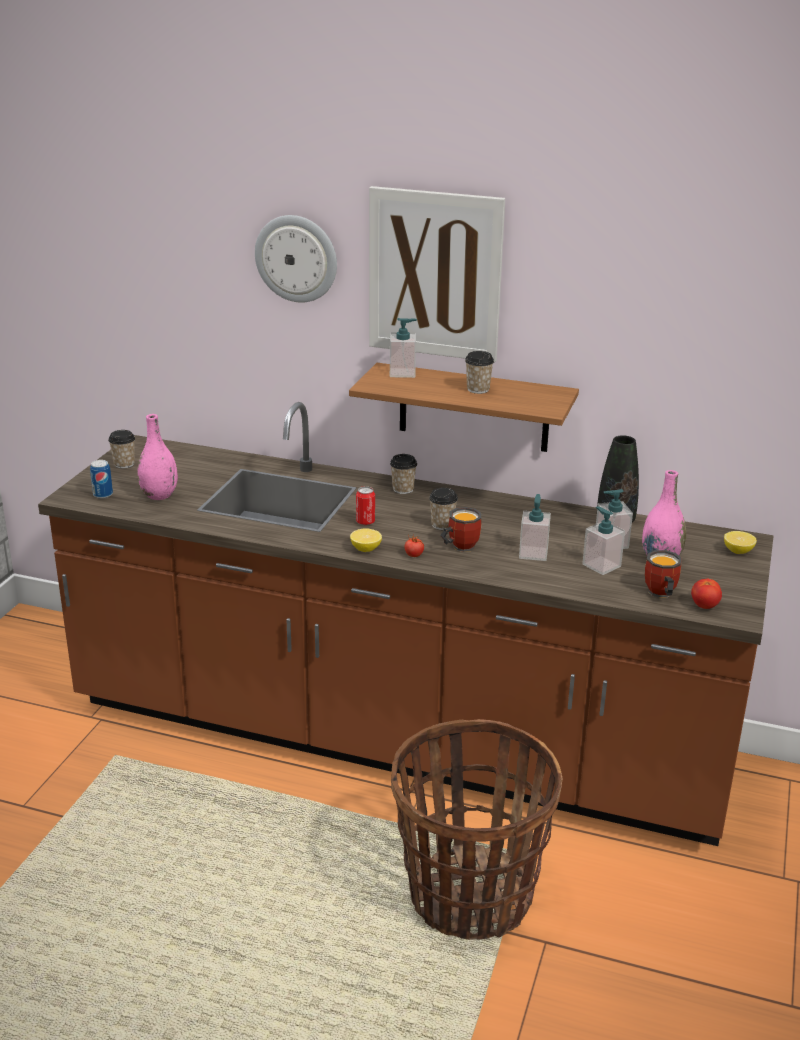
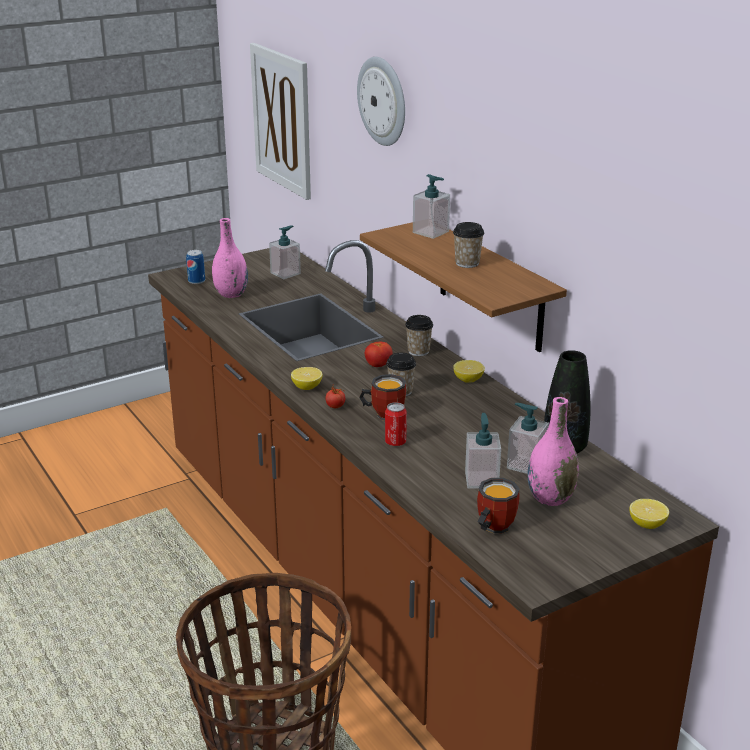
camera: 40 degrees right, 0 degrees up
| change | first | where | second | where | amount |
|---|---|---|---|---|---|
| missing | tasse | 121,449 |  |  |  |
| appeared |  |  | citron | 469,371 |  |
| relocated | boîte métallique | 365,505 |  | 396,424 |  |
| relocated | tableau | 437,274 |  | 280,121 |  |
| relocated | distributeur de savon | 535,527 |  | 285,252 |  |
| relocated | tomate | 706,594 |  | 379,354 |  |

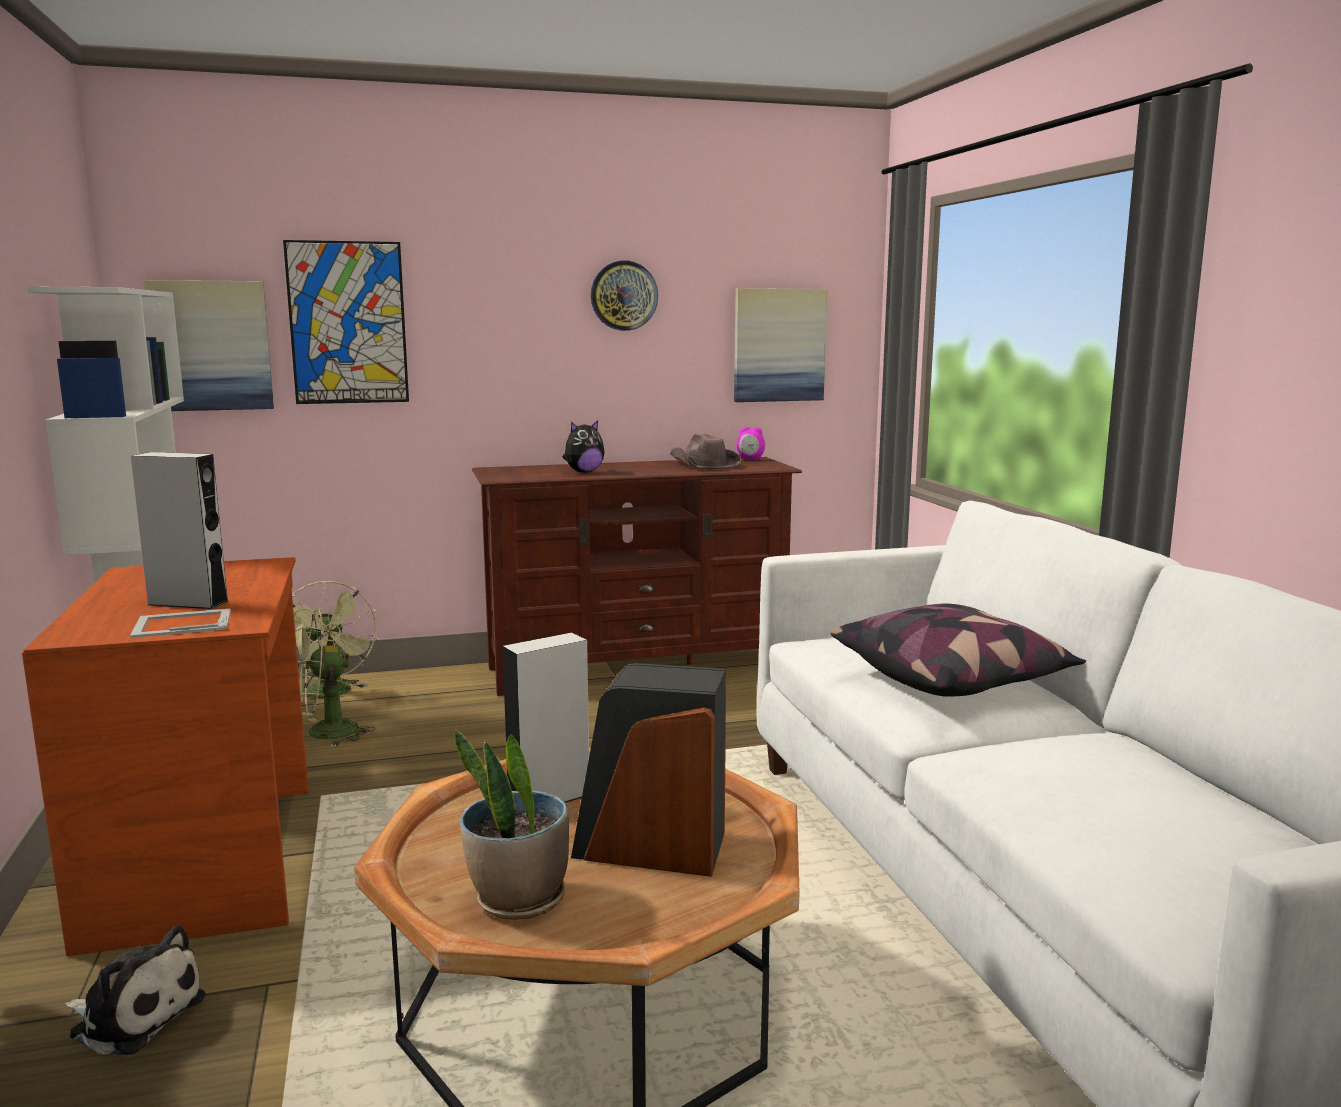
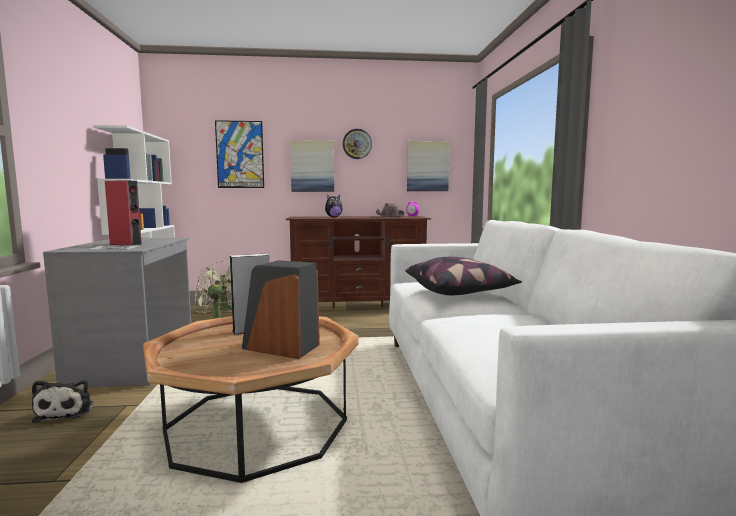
camera: 10 degrees right, 5 degrees down
| change | first | where | second | where | amount |
|---|---|---|---|---|---|
| missing | plante en pot | 511,825 |  |  |  |
| relocated | tableau | 209,345 |  | 312,166 |  |
| colour | bureau [marron] | 165,756 | bureau [gris] | 117,312 |  |
| colour | enceinte [gris] | 180,530 | enceinte [rouge] | 123,213 |  |
| spun | peluche | 135,990 |  | 62,401 | 45 degrees clockwise |

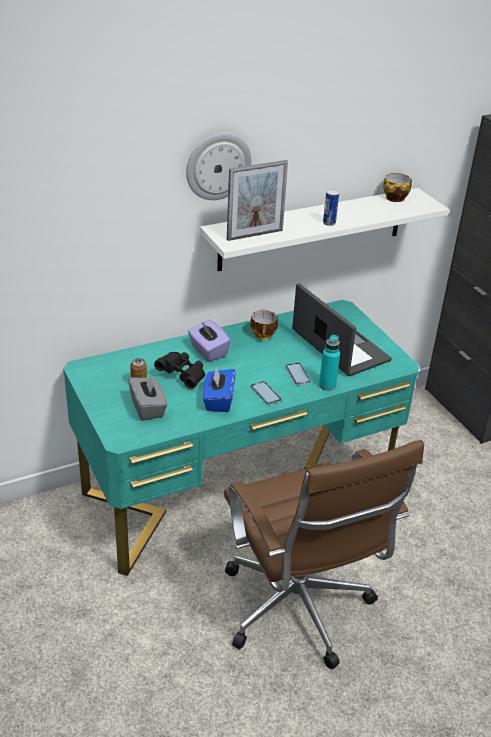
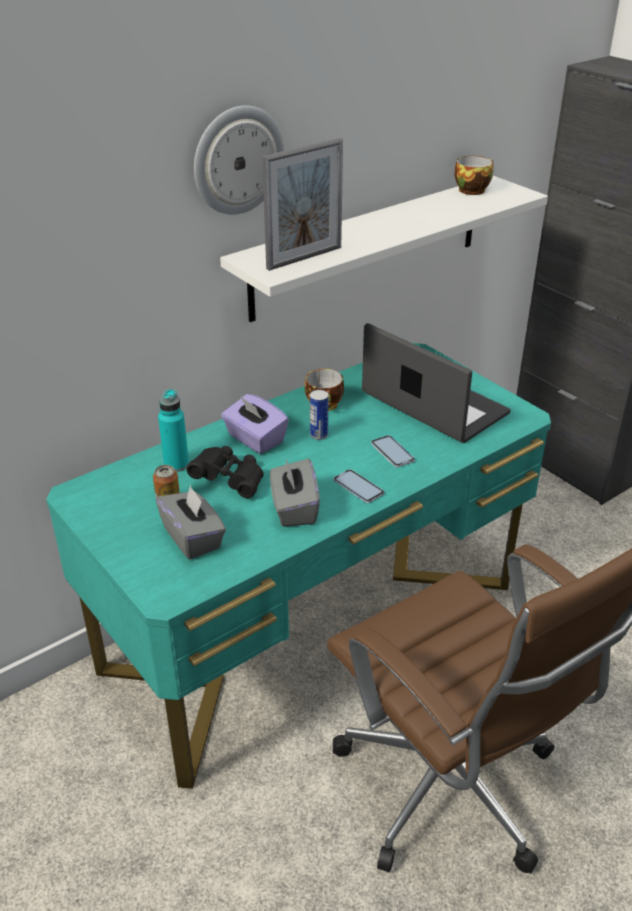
camera: 10 degrees left, 0 degrees up
| change | first | where | second | where | amount |
|---|---|---|---|---|---|
| relocated | bouteille [turquoise] | 329,363 |  | 173,430 |  |
| relocated | boîte métallique | 331,207 |  | 319,415 |  |
| colour | boîte à mouchoirs [bleu] | 219,389 | boîte à mouchoirs [gris] | 295,493 |  |

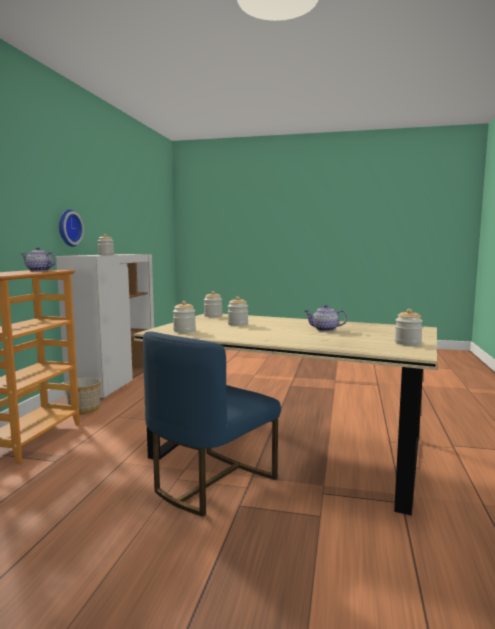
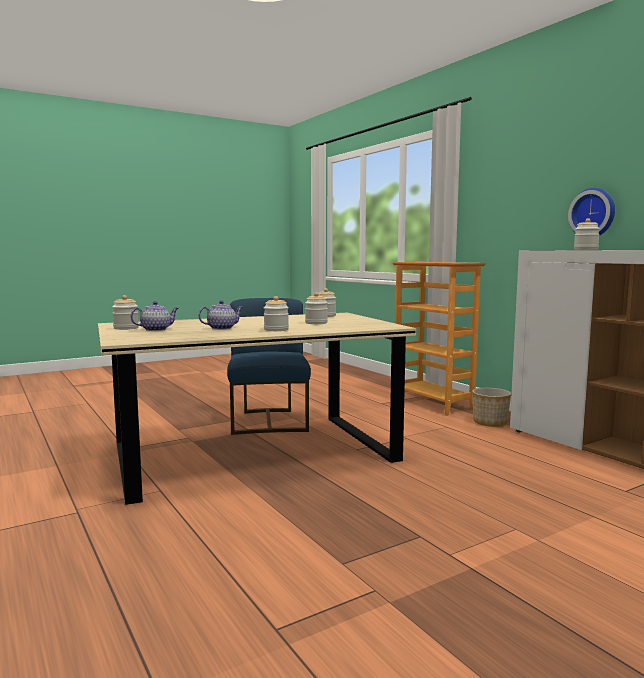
camera: 135 degrees right, 0 degrees up
| change | first | where | second | where | amount |
|---|---|---|---|---|---|
| relocated | théière | 38,259 |  | 154,316 |  |
| relocated | bocal | 213,304 |  | 276,313 |  |

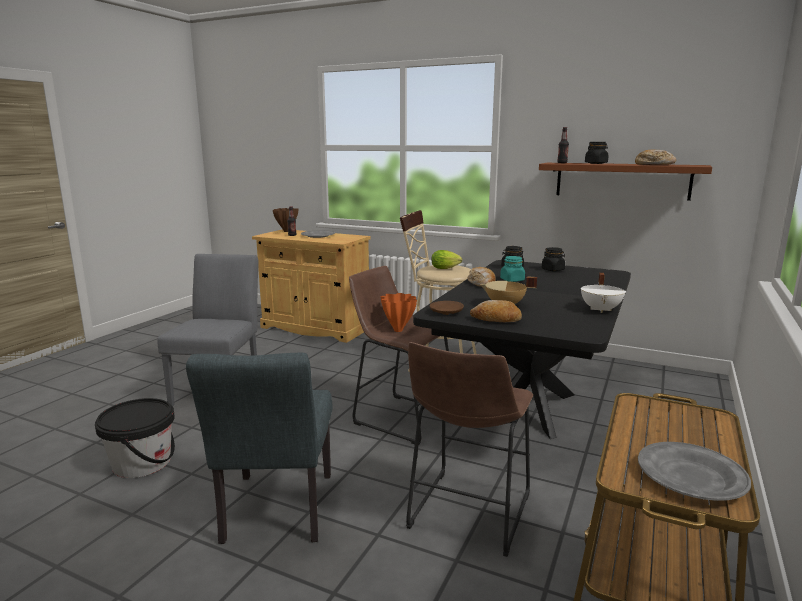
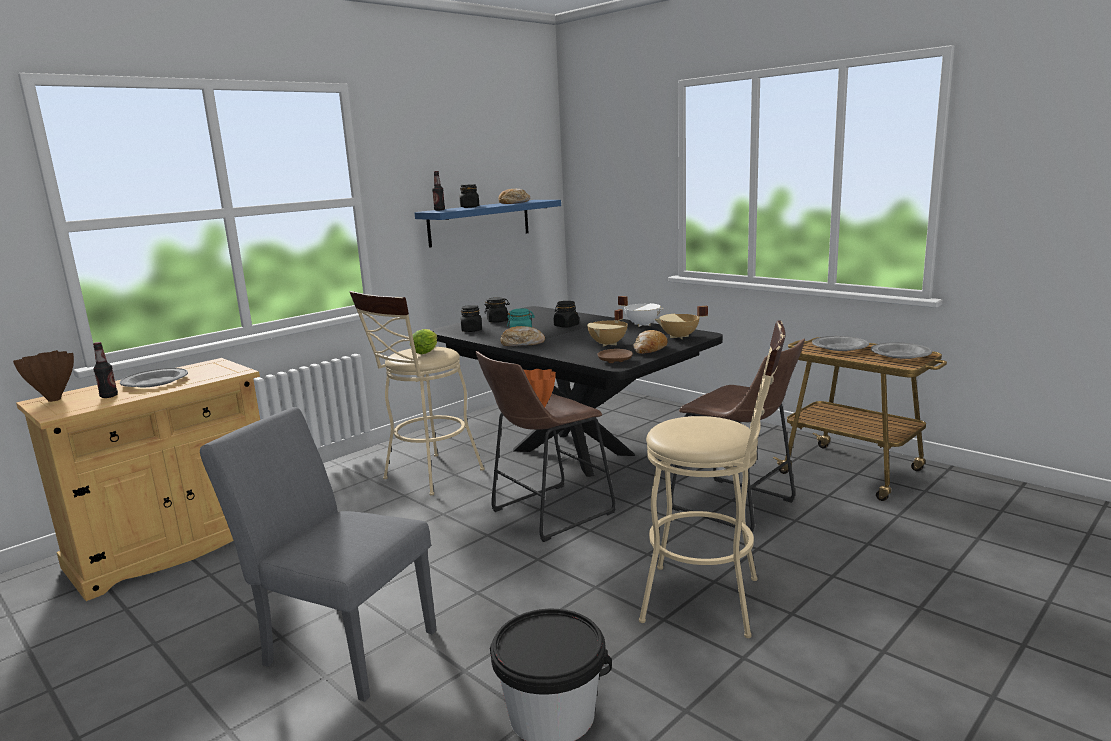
camera: 70 degrees left, 0 degrees up
| change | first | where | second | where | amount |
|---|---|---|---|---|---|
| appeared |  |  | bocal [noir] | 566,314 |  |
| appeared |  |  | marmite [beige] | 681,322 |  |
| appeared |  |  | assiette [gris] | 840,343 |  |
| exchanged | chaise [gris] | 259,448 | tabouret [beige] | 712,479 |  |
| colour | étagère [marron] | 625,182 | étagère [bleu] | 488,224 |  |

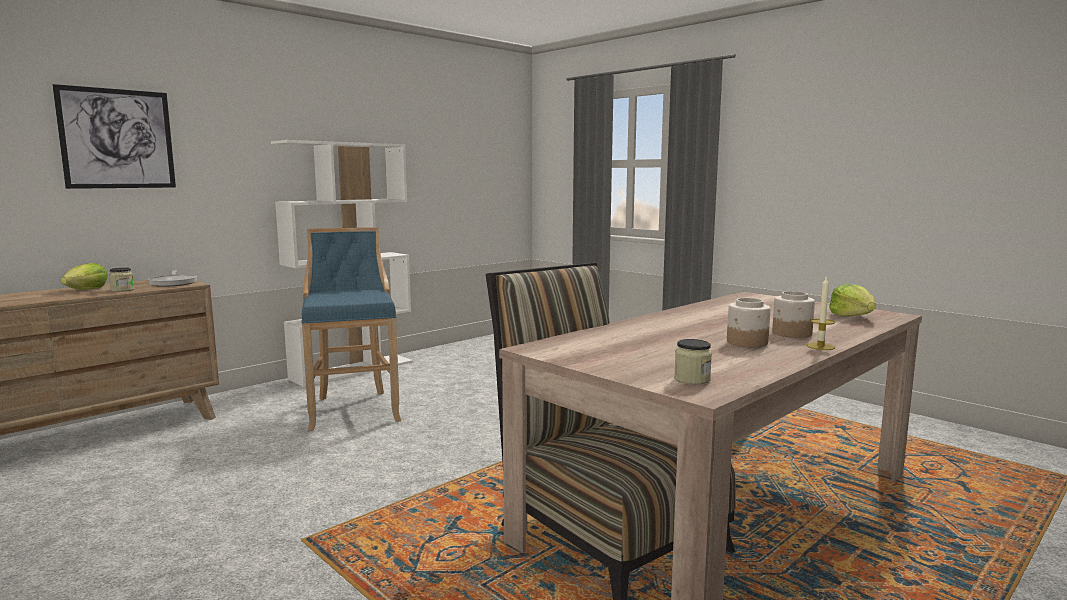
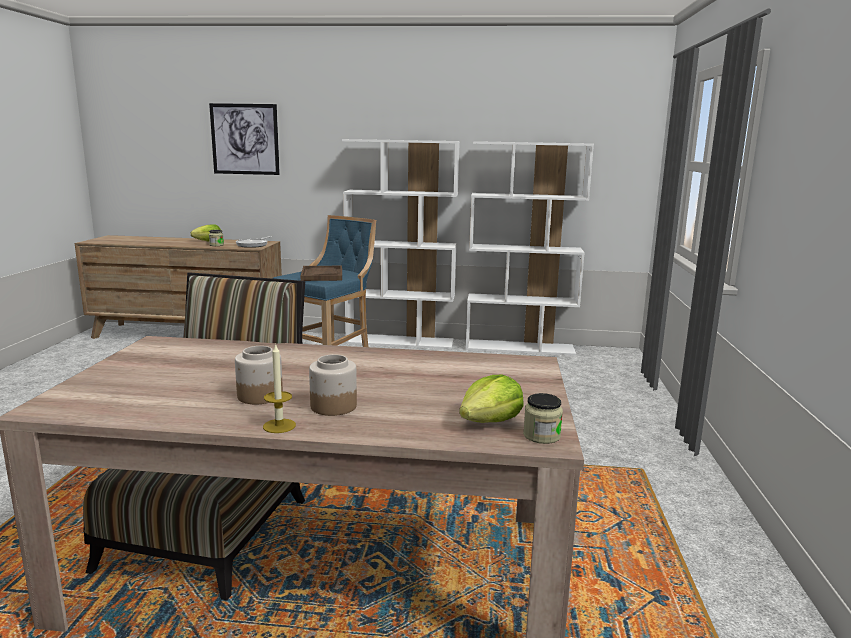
camera: 50 degrees right, 5 degrees up
| change | first | where | second | where | amount |
|---|---|---|---|---|---|
| appeared |  |  | plateau [marron] | 321,273 |  |
| appeared |  |  | bibliothèque [blanc] | 530,248 |  |
| relocated | bocal | 693,361 |  | 543,418 |  |

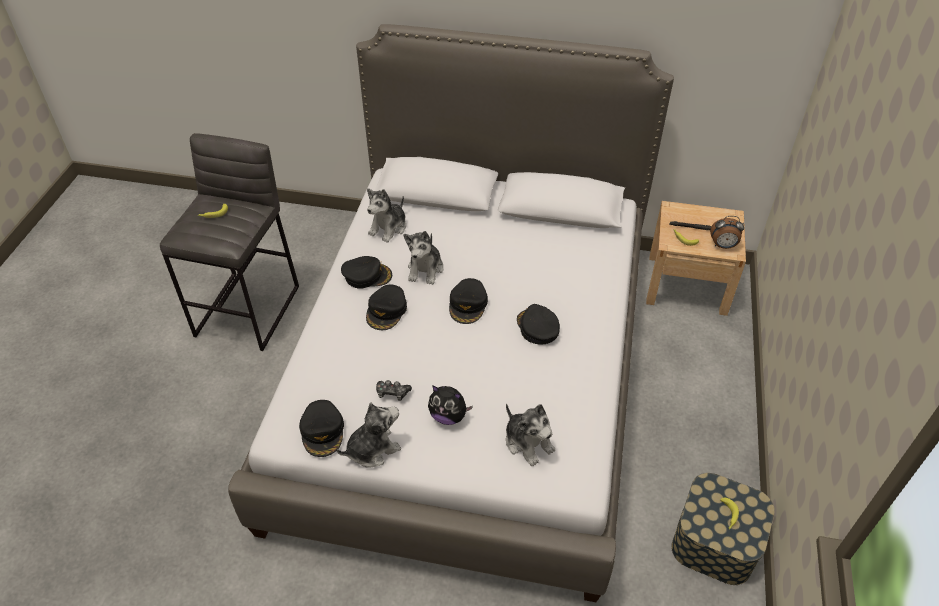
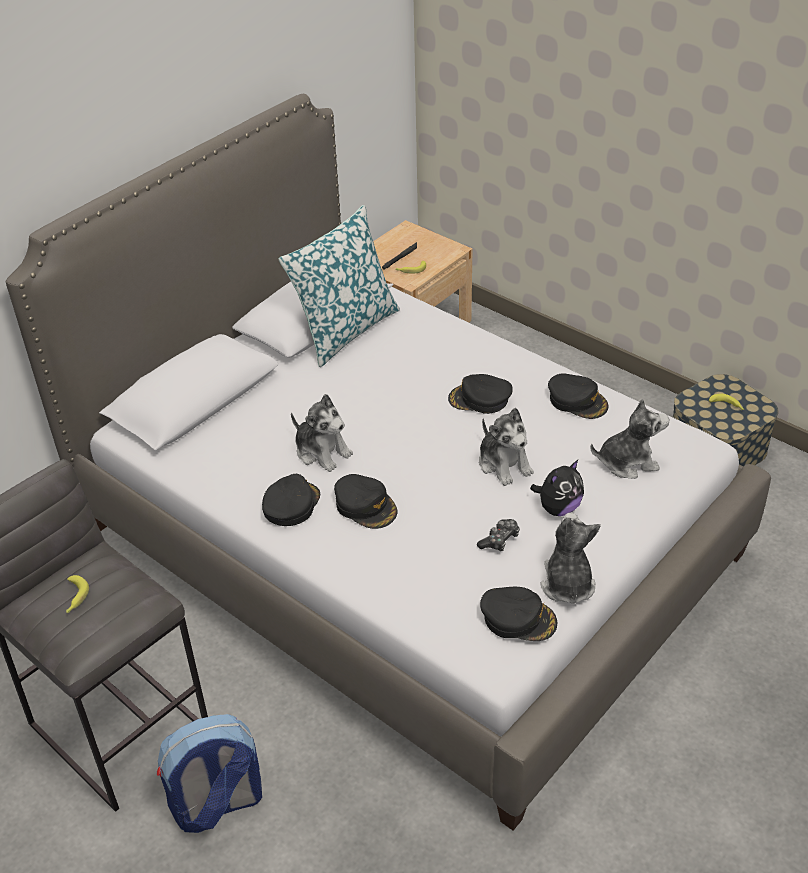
camera: 60 degrees left, 5 degrees down
| change | first | where | second | where | amount |
|---|---|---|---|---|---|
| missing | réveil | 727,232 |  |  |  |
| appeared |  |  | sac à dos | 209,773 |  |
| appeared |  |  | coussin | 339,286 |  |
| relocated | peluche | 386,215 |  | 506,447 |  |
| relocated | casquette [noir] | 468,301 |  | 578,396 |  |

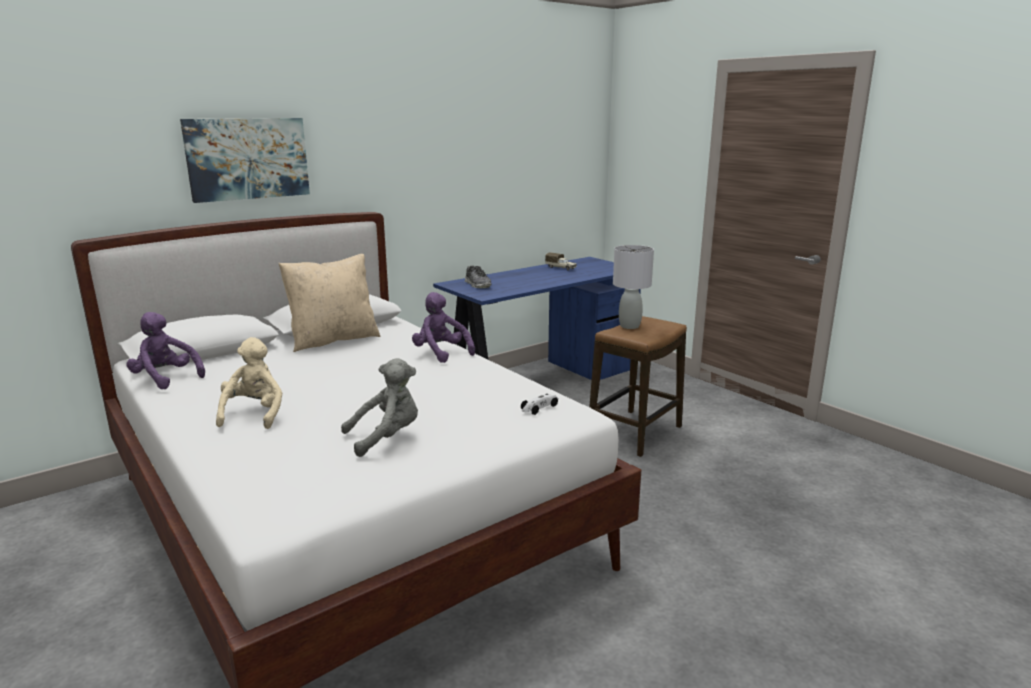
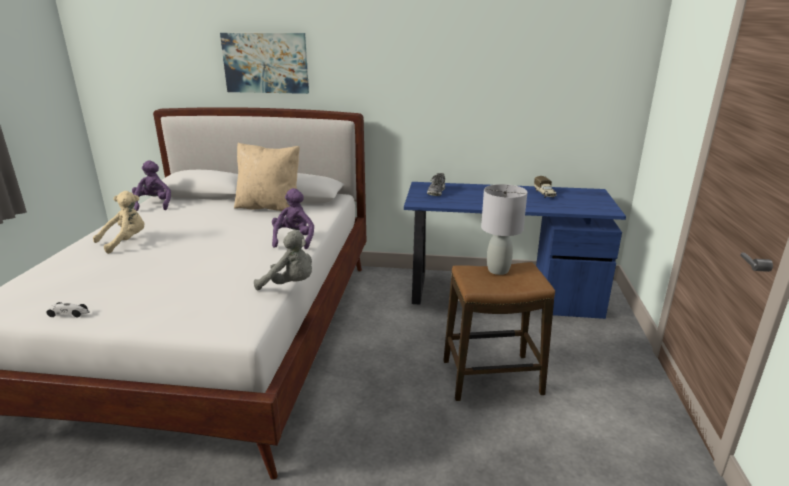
camera: 45 degrees right, 5 degrees up
| change | first | where | second | where | amount |
|---|---|---|---|---|---|
| relocated | peluche [gris] | 379,407 |  | 283,260 |  |
| relocated | petite voiture | 539,404 |  | 68,309 |  |

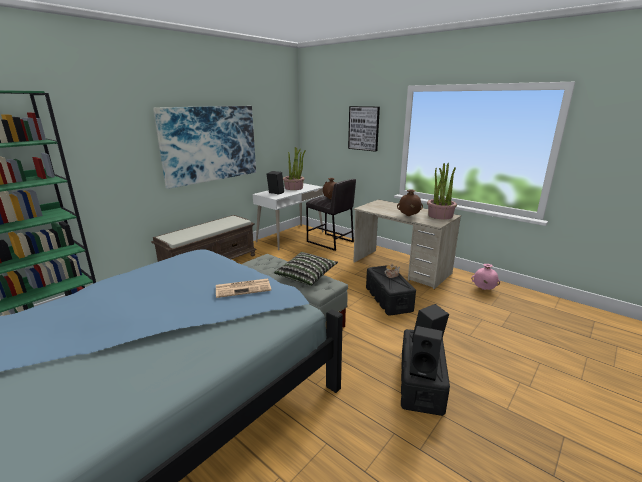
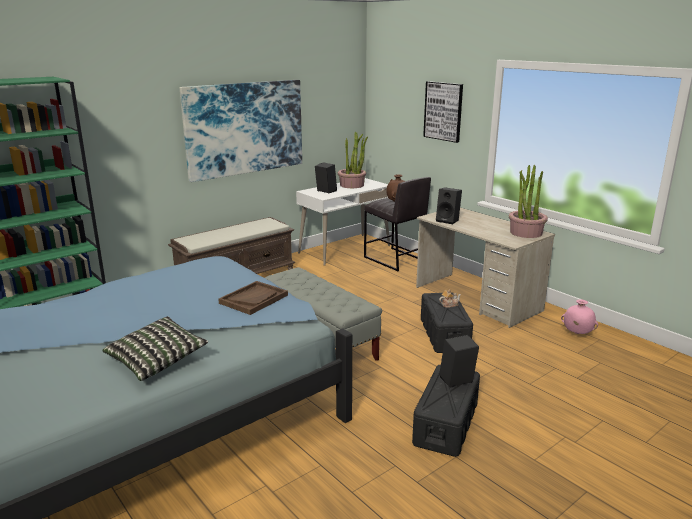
camera: 10 degrees right, 0 degrees up
| change | first | where | second | where | amount |
|---|---|---|---|---|---|
| missing | vase [marron] | 410,203 |  |  |  |
| relocated | coussin | 306,269 |  | 155,348 |  |
| relocated | enceinte [noir] | 426,353 |  | 449,206 |  |
| exchanged | journal | 243,288 | plateau [marron] | 253,298 |  |

